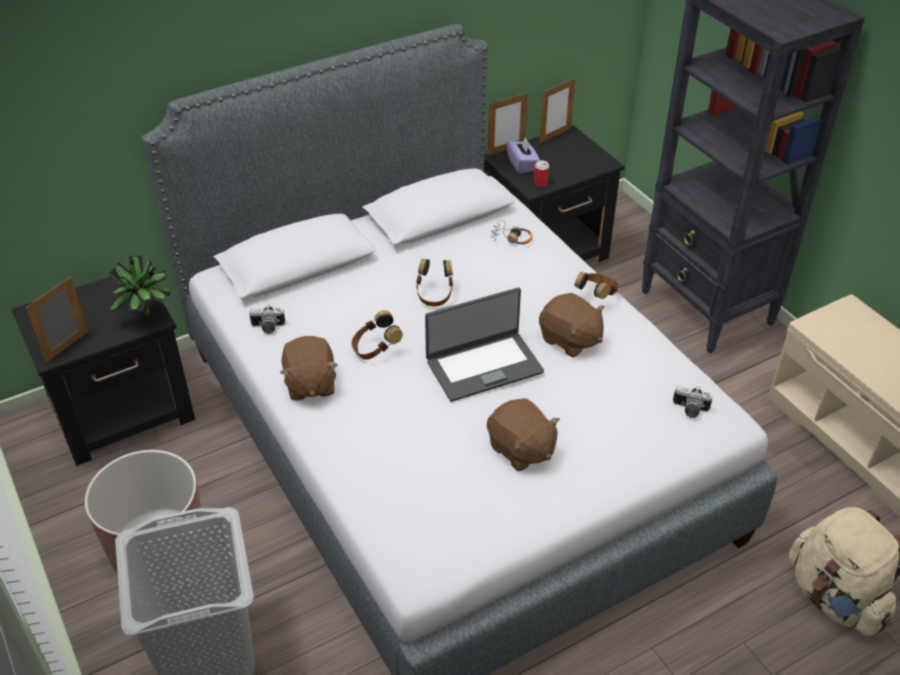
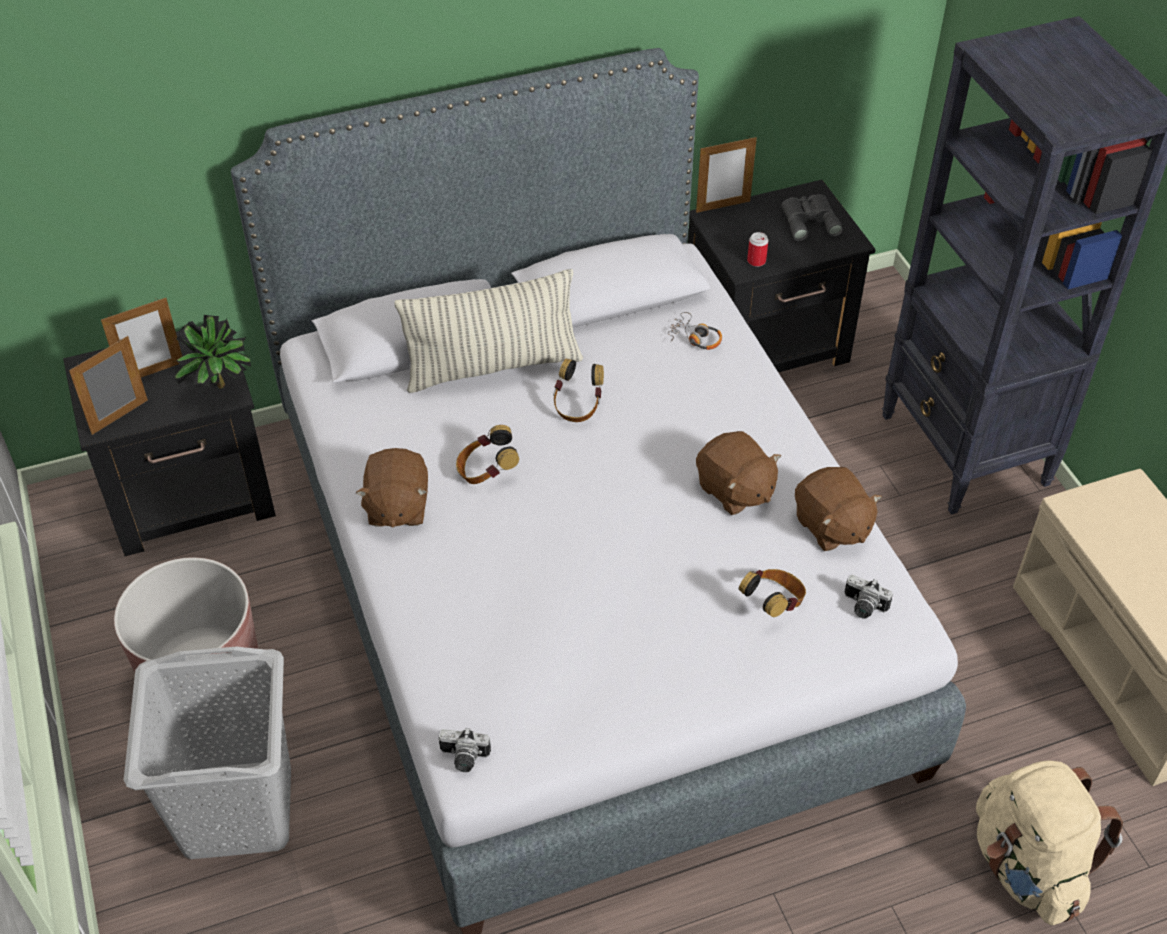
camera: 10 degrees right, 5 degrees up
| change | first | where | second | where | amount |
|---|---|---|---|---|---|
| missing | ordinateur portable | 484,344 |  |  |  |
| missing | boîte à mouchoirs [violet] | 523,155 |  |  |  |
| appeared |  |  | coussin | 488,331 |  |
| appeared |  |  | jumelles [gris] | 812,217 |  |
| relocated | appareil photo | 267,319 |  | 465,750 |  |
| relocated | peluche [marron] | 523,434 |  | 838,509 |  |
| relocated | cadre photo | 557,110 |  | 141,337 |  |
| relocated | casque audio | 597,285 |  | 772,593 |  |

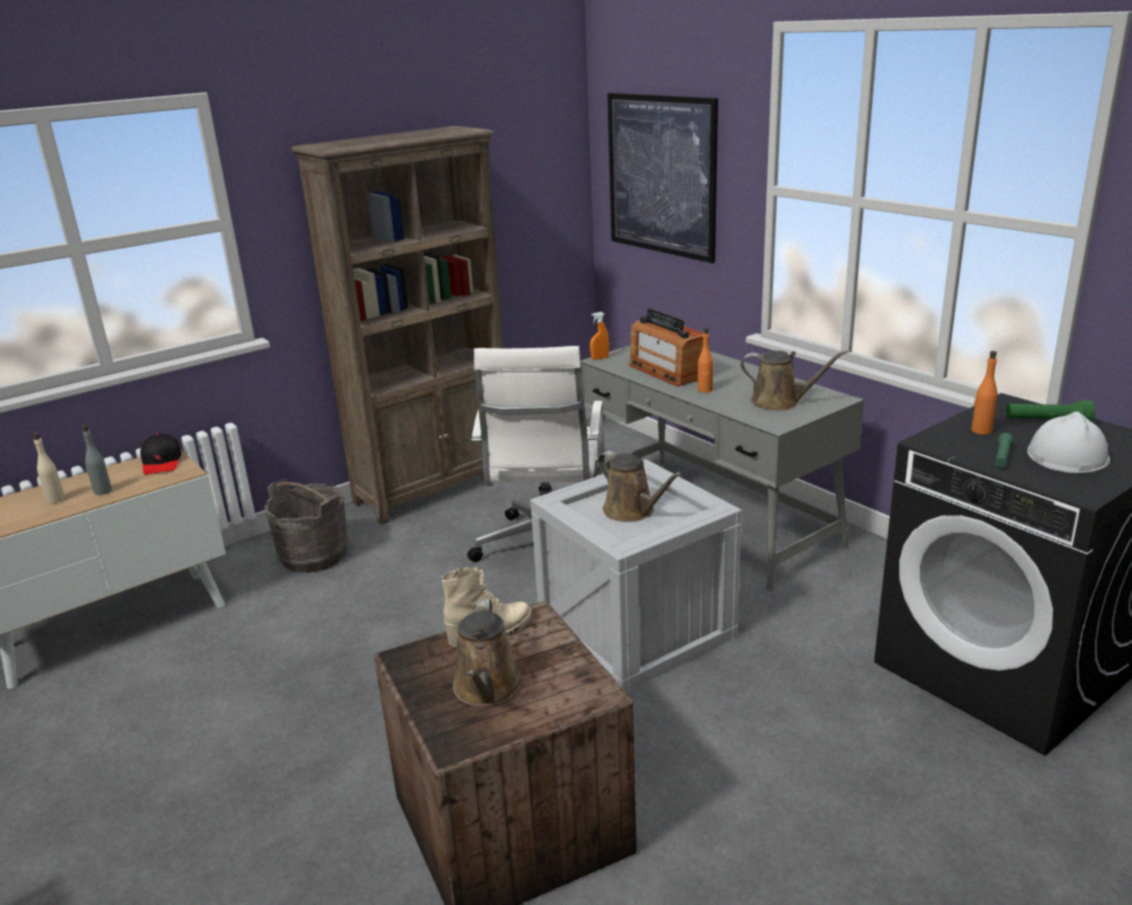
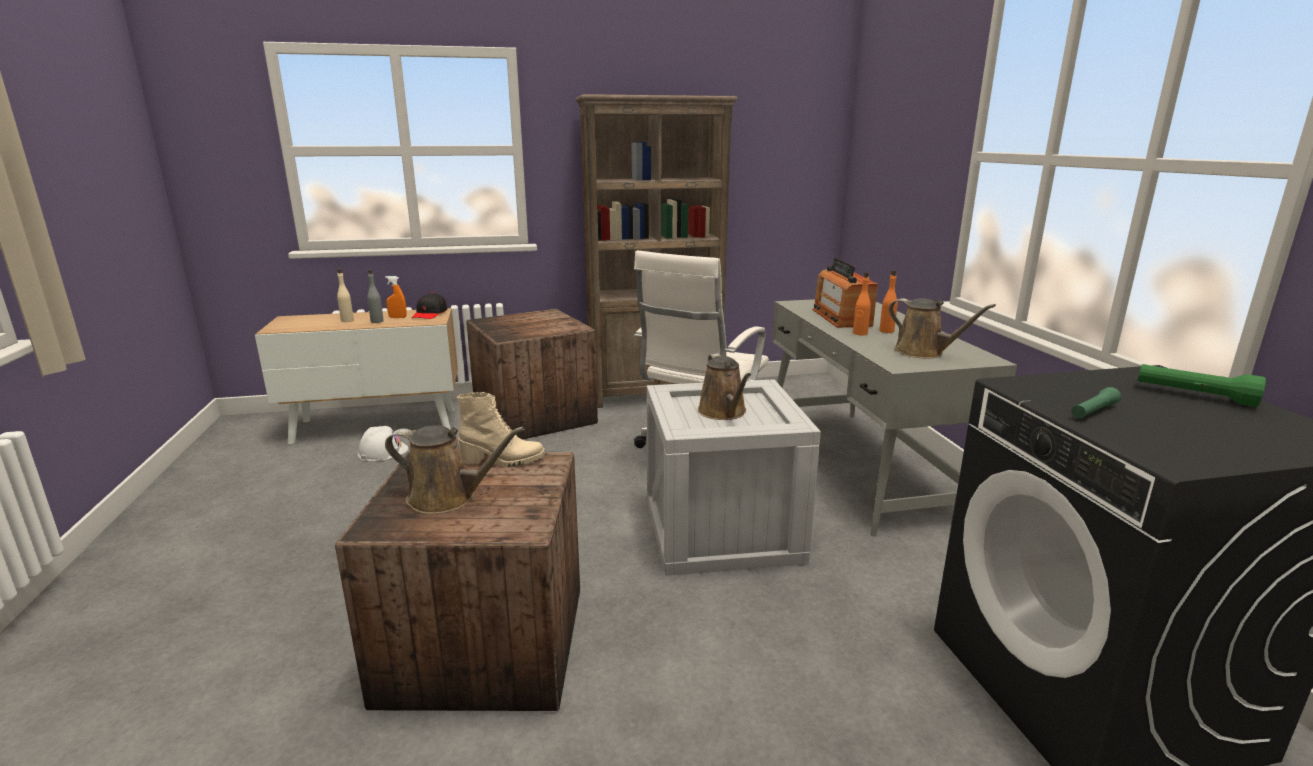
camera: 25 degrees right, 5 degrees down
| change | first | where | second | where | amount |
|---|---|---|---|---|---|
| missing | tableau | 662,178 |  |  |  |
| relocated | vaporisateur [orange] | 599,336 |  | 395,297 |  |
| relocated | bouteille [orange] | 984,393 |  | 888,301 |  |
| relocated | casque de chantier [blanc] | 1068,442 |  | 382,443 |  |
| exchanged | seau [gris] | 306,526 | caisse | 532,374 |  |
| spun | arrosoir [marron] | 488,653 |  | 455,469 | 105 degrees counterclockwise |

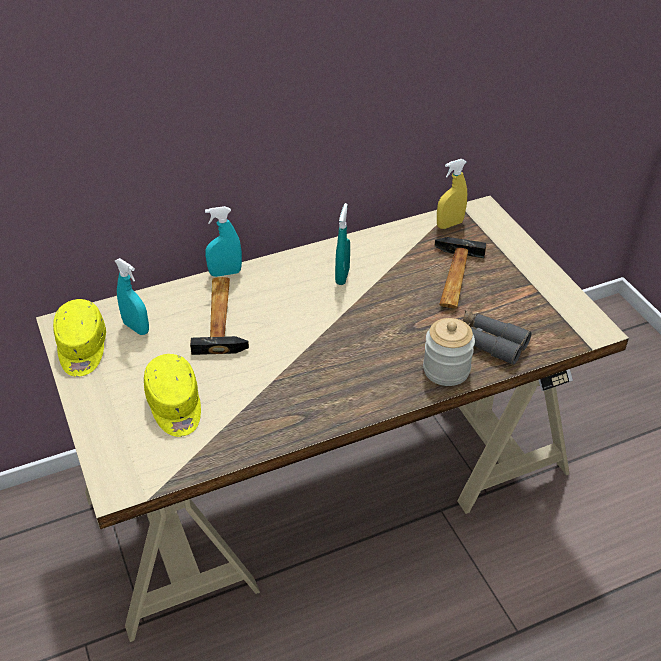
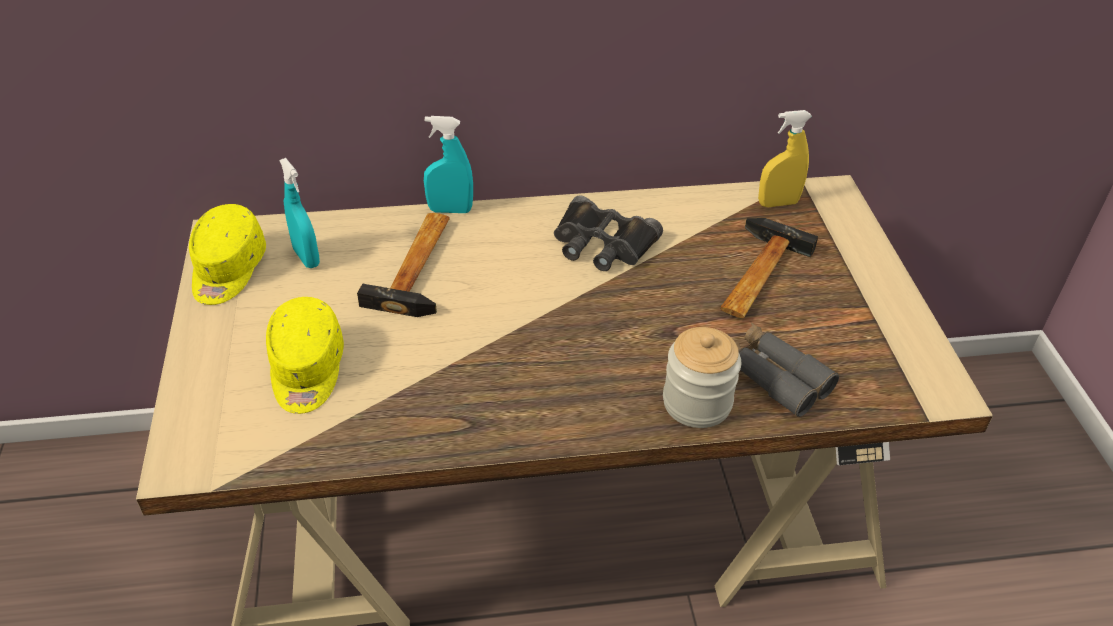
camera: 15 degrees right, 0 degrees up
| change | first | where | second | where | amount |
|---|---|---|---|---|---|
| exchanged | vaporisateur [turquoise] | 342,244 | jumelles [noir] | 608,233 |  |

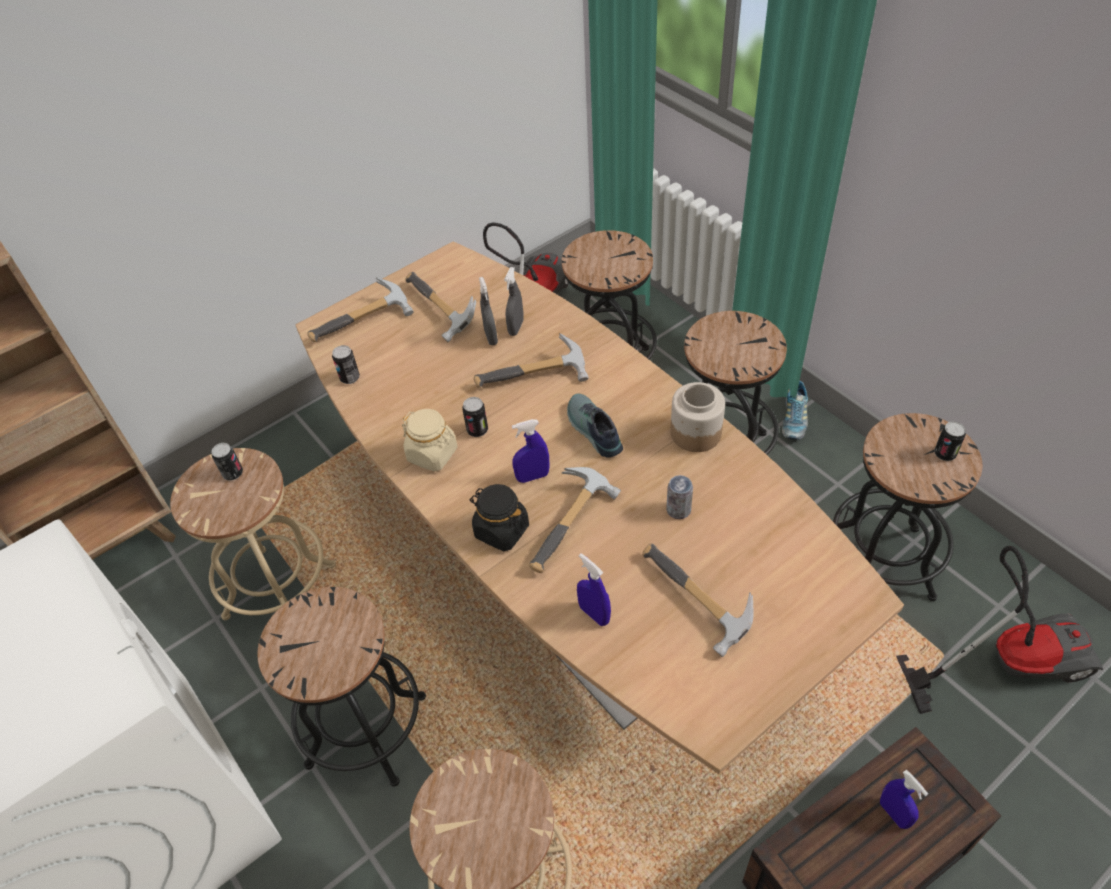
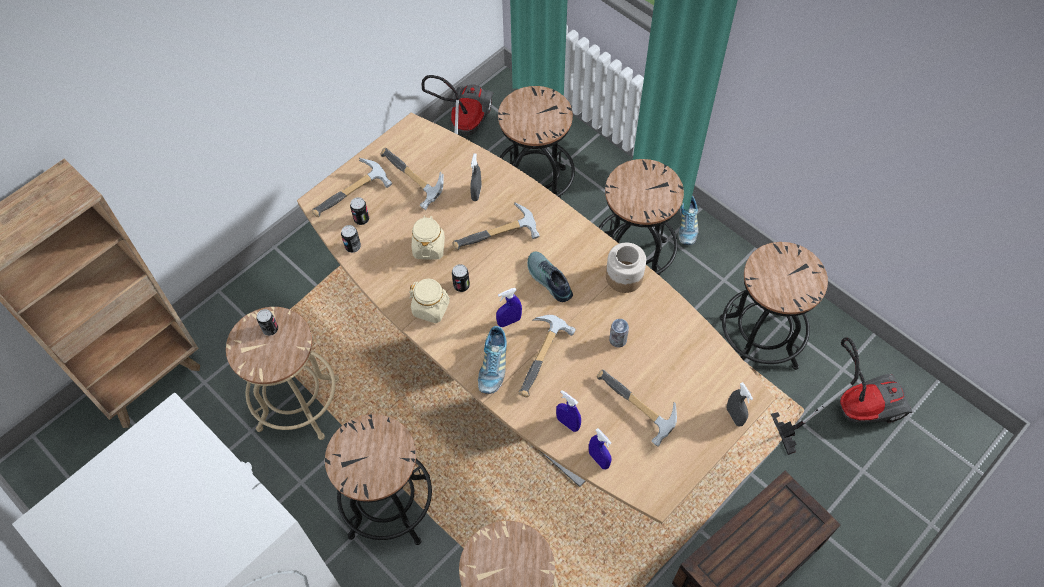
camera: 10 degrees left, 10 degrees up
| change | first | where | second | where | amount |
|---|---|---|---|---|---|
| appeared |  |  | bocal [beige] | 428,238 |  |
| relocated | vaporisateur [gris] | 488,311 |  | 740,404 |  |
| relocated | vaporisateur [bleu] | 904,799 |  | 600,448 |  |
| relocated | boîte métallique | 950,441 |  | 359,211 |  |
| exchanged | bocal [noir] | 499,517 | chaussure | 492,360 |  |

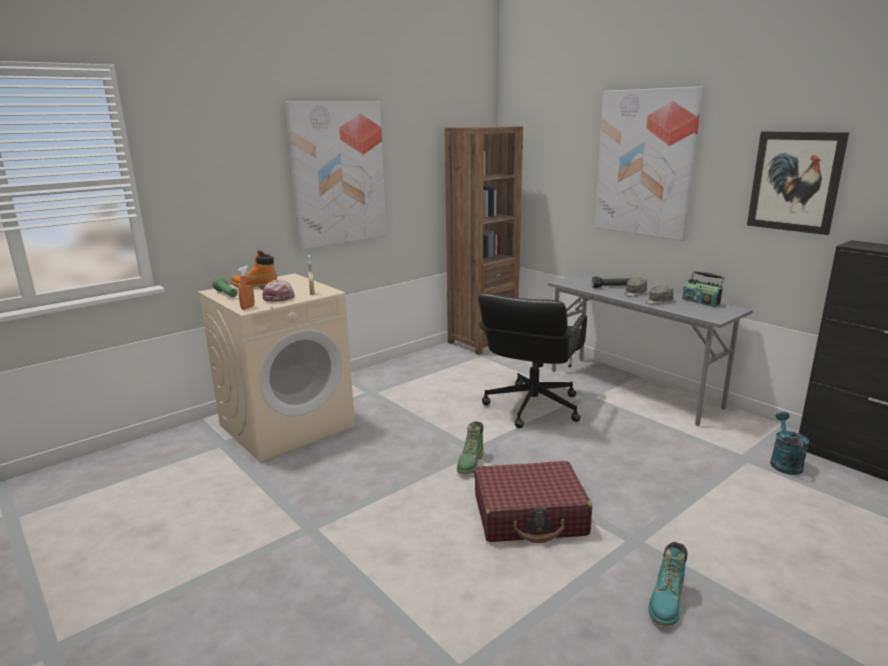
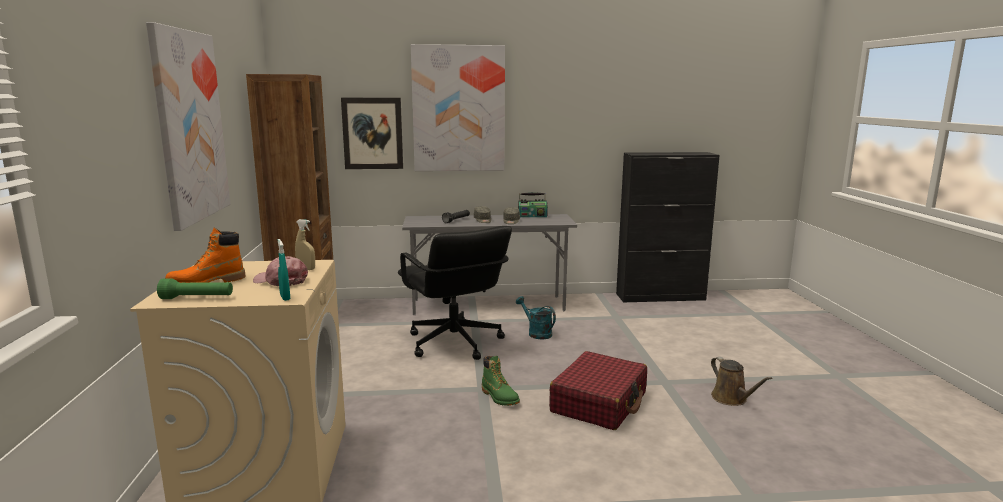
camera: 55 degrees left, 5 degrees down
| change | first | where | second | where | amount |
|---|---|---|---|---|---|
| relocated | tableau | 798,183 |  | 372,133 |  |
| relocated | arrosoir [turquoise] | 789,443 |  | 536,317 |  |
| exchanged | botte [turquoise] | 667,584 | arrosoir [marron] | 741,381 |  |
| colour | vaporisateur [orange] | 246,288 | vaporisateur [turquoise] | 284,270 |  |

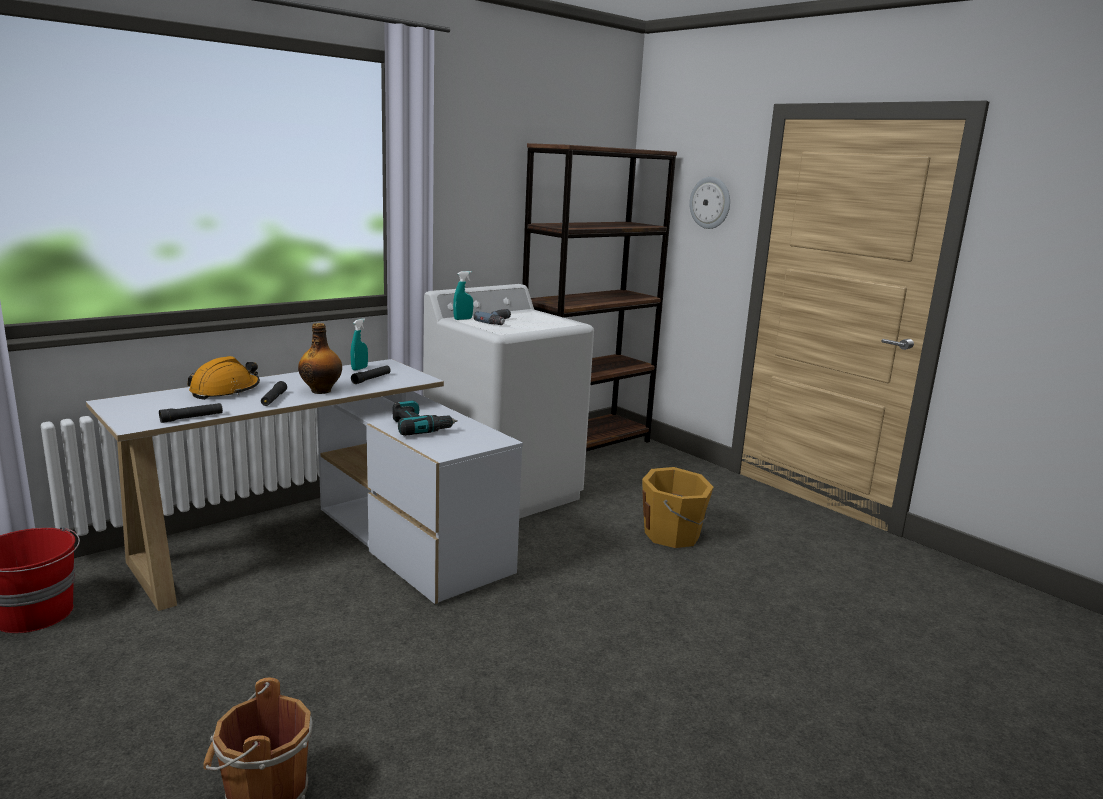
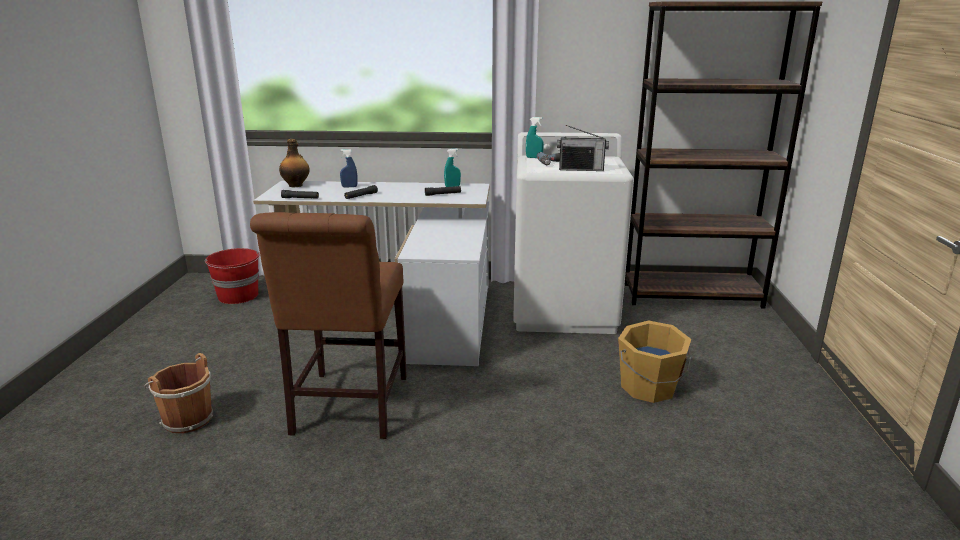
camera: 45 degrees right, 5 degrees up
| change | first | where | second | where | amount |
|---|---|---|---|---|---|
| missing | perceuse | 425,418 |  |  |  |
| missing | horloge murale | 709,203 |  |  |  |
| appeared |  |  | chaise [marron] | 328,325 |  |
| appeared |  |  | radio | 583,148 |  |
| relocated | bouteille | 320,358 |  | 294,163 |  |
| exchanged | casque de chantier [orange] | 223,378 | vaporisateur [bleu] | 349,168 |  |

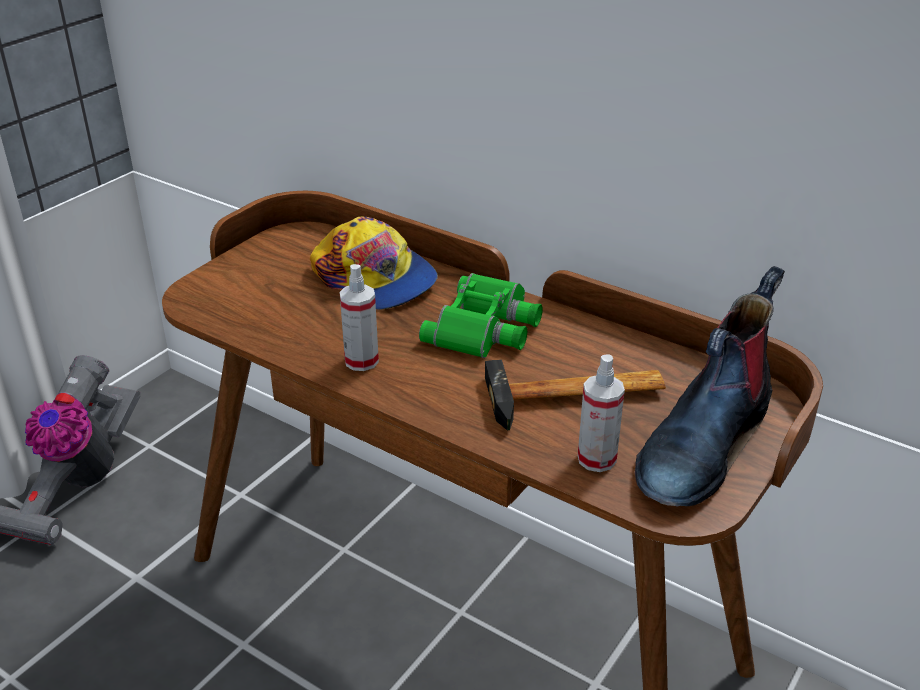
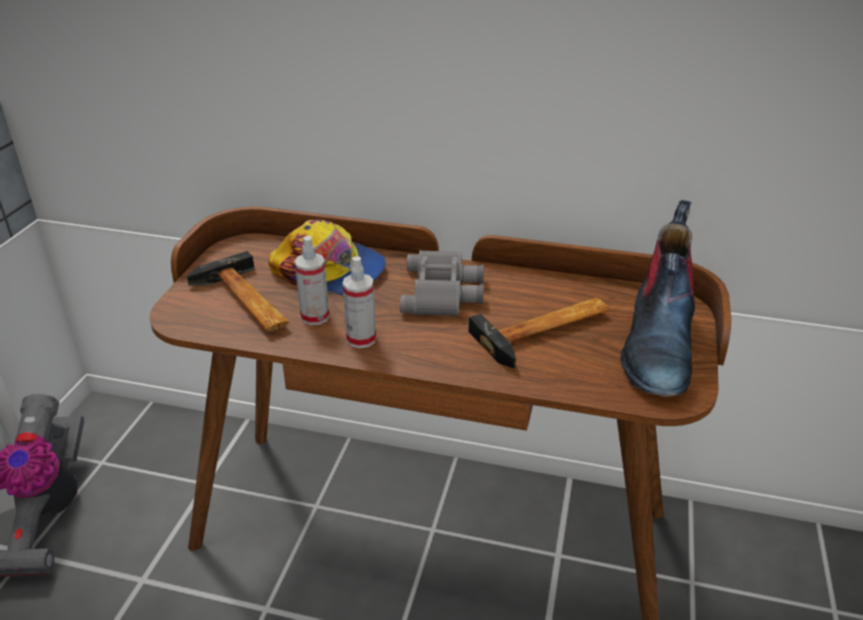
camera: 20 degrees left, 0 degrees up
| change | first | where | second | where | amount |
|---|---|---|---|---|---|
| appeared |  |  | marteau | 238,291 |  |
| relocated | vaporisateur | 601,413 |  | 312,280 |  |
| colour | jumelles [vert] | 481,315 | jumelles [gris] | 442,283 |  |

